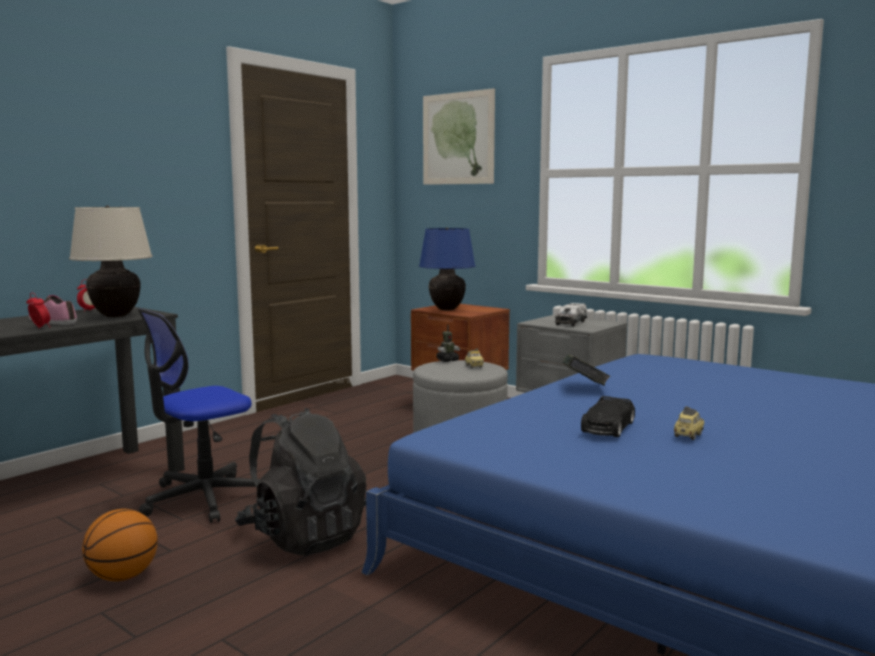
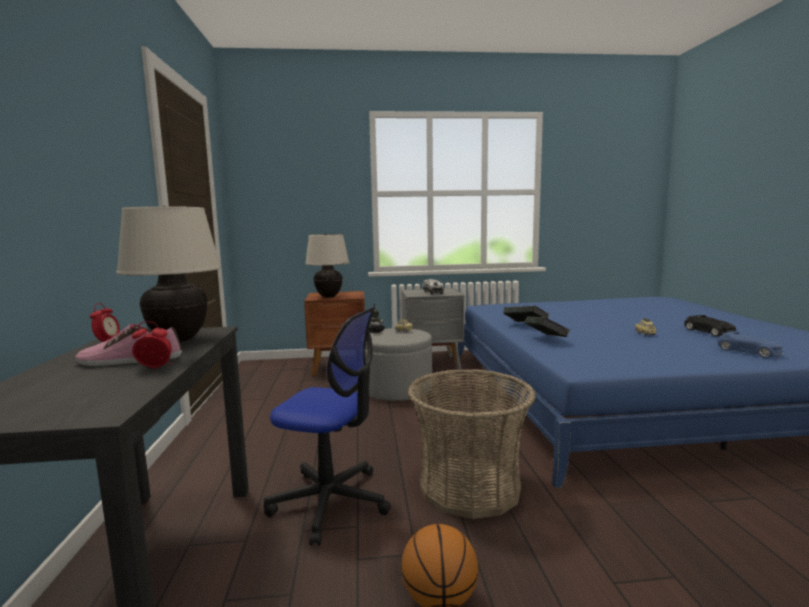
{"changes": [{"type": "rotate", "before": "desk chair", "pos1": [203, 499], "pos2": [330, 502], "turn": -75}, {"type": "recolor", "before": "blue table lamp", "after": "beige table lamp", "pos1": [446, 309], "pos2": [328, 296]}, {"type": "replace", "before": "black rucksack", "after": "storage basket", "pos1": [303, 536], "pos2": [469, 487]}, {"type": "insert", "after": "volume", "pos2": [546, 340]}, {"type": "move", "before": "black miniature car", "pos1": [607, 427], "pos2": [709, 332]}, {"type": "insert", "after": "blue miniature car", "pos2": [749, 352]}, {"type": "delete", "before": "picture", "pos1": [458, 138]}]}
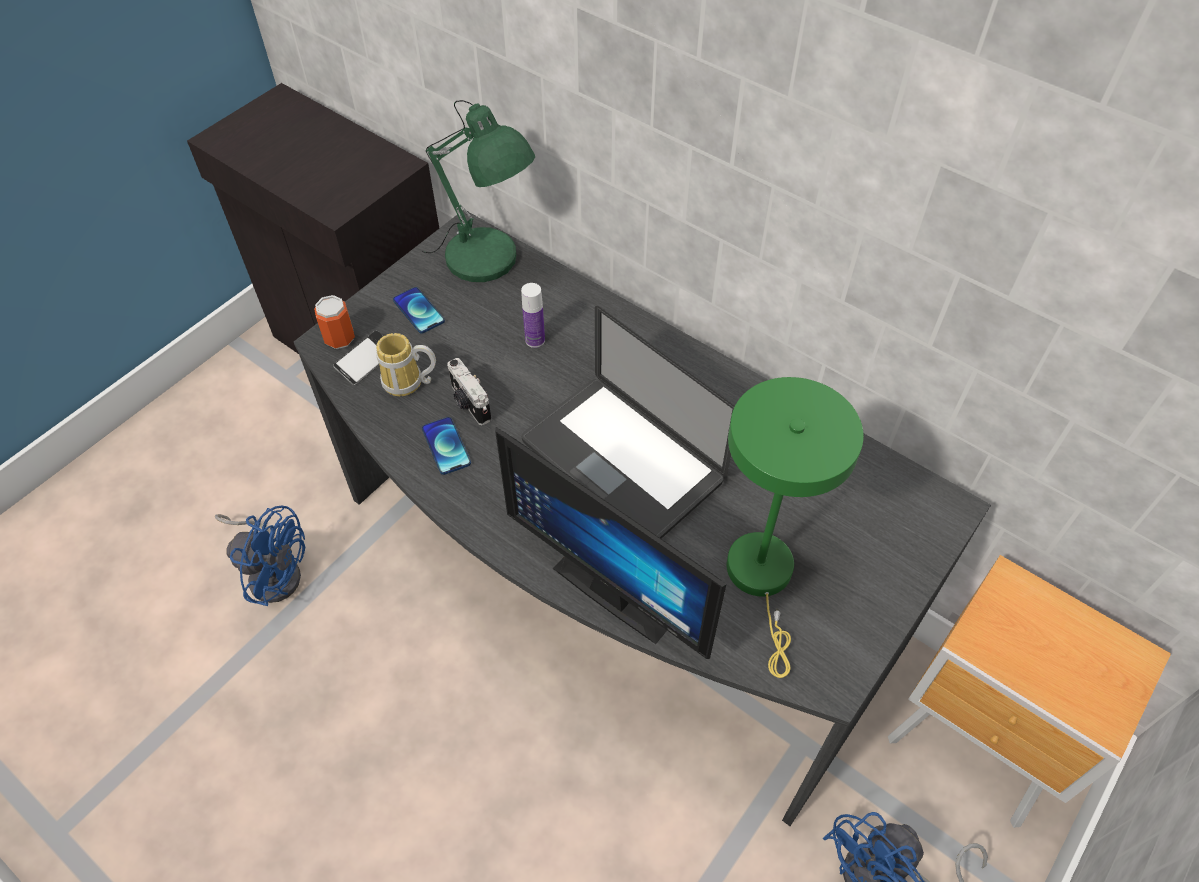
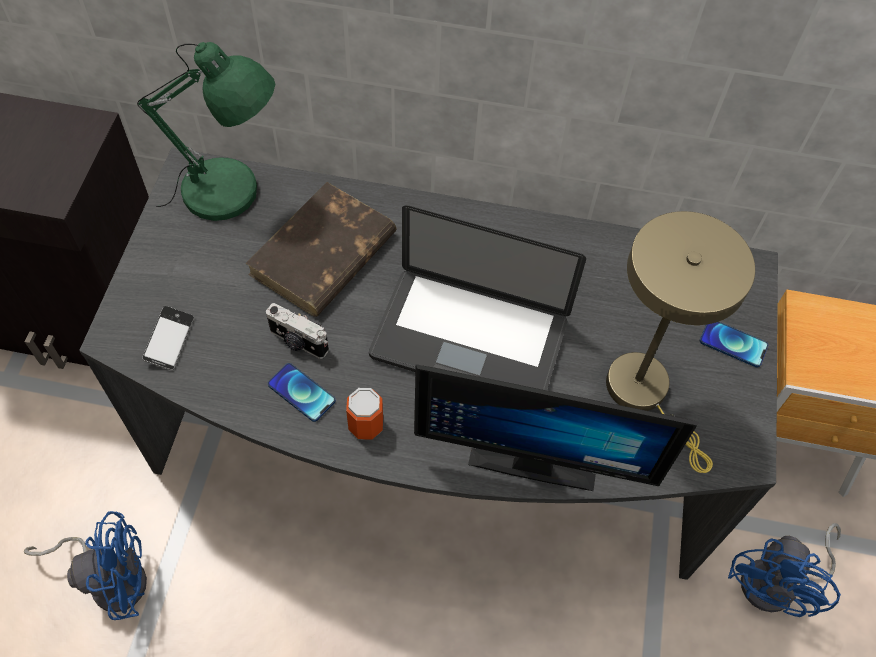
{"changes": [{"type": "replace", "before": "bottle", "after": "brown volume", "pos1": [535, 340], "pos2": [322, 255]}, {"type": "move", "before": "sealed can", "pos1": [339, 338], "pos2": [366, 425]}, {"type": "recolor", "before": "greenish table lamp", "after": "beige table lamp", "pos1": [762, 579], "pos2": [644, 393]}, {"type": "move", "before": "phone", "pos1": [418, 311], "pos2": [733, 343]}, {"type": "delete", "before": "tea mug", "pos1": [408, 384]}]}
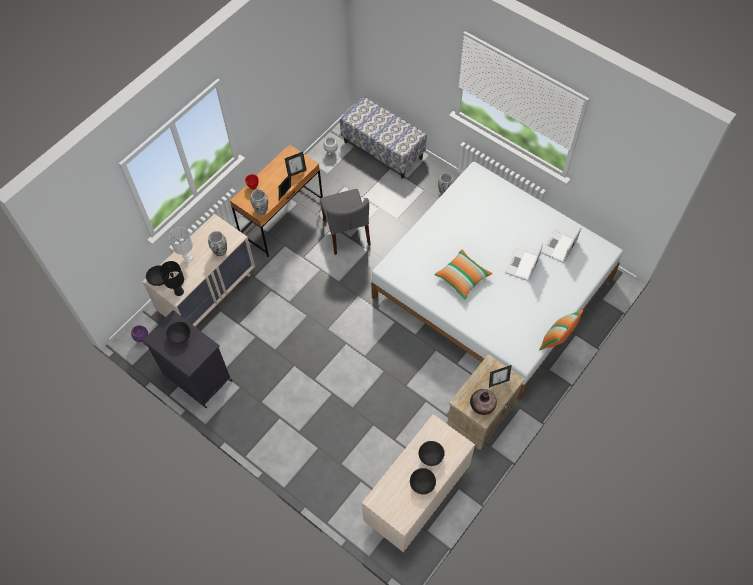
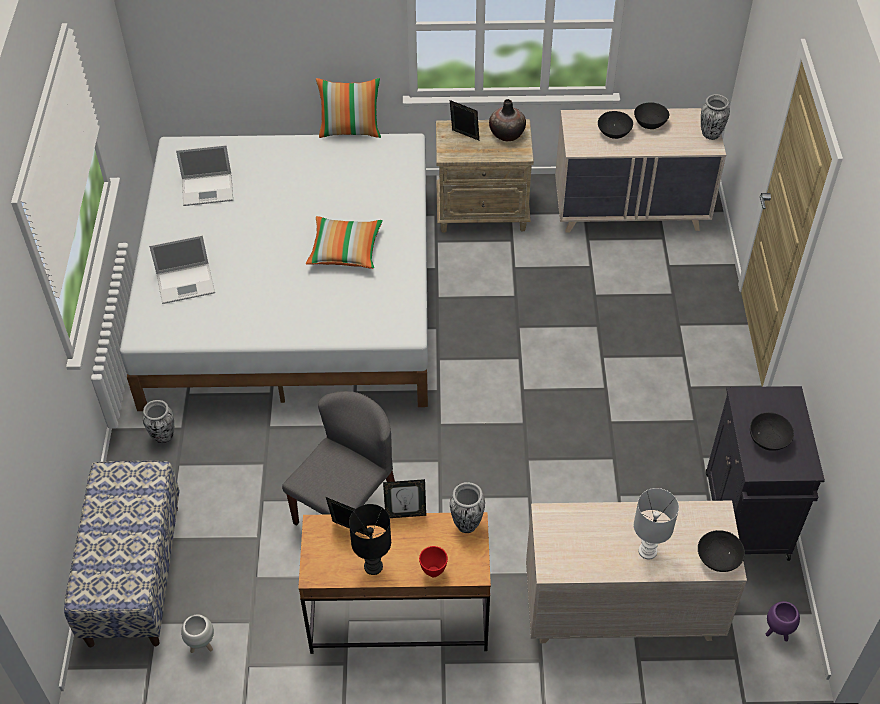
{"changes": [{"type": "move", "before": "portable computer", "pos1": [522, 265], "pos2": [187, 283]}, {"type": "move", "before": "black table lamp", "pos1": [179, 291], "pos2": [372, 567]}, {"type": "move", "before": "flower vase", "pos1": [220, 252], "pos2": [710, 134]}]}
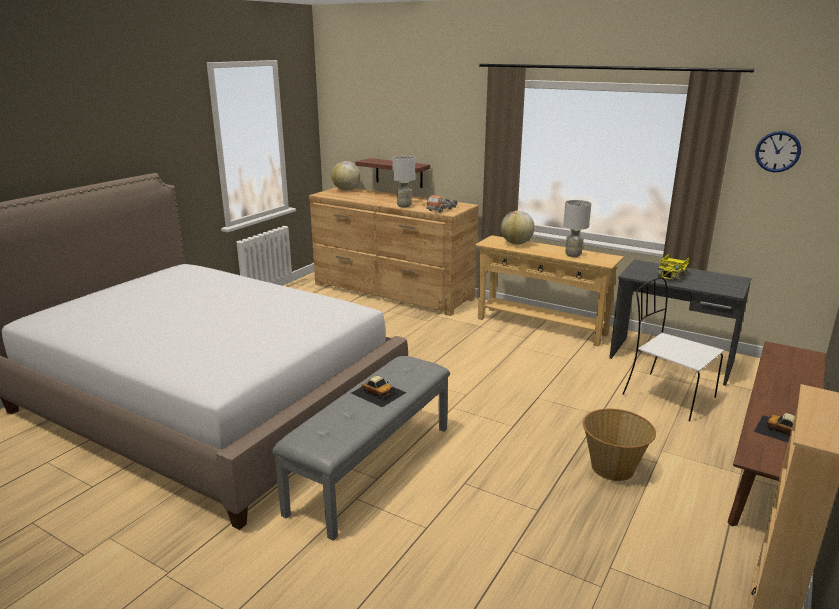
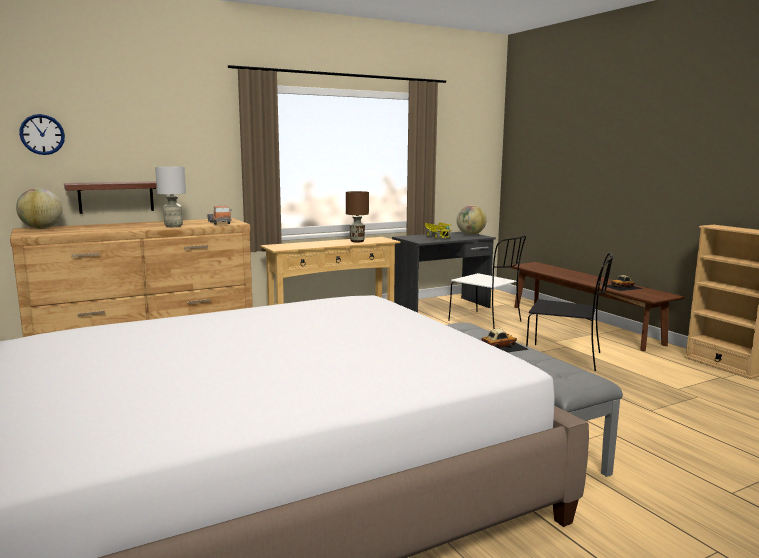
{"changes": [{"type": "move", "before": "wall clock", "pos1": [777, 151], "pos2": [42, 134]}, {"type": "recolor", "before": "grey table lamp", "after": "brown table lamp", "pos1": [573, 255], "pos2": [357, 241]}, {"type": "rotate", "before": "whitish plain chair", "pos1": [666, 395], "pos2": [486, 321], "turn": -120}, {"type": "move", "before": "world globe", "pos1": [516, 243], "pos2": [470, 234]}, {"type": "replace", "before": "storage basket", "after": "black plain chair", "pos1": [613, 468], "pos2": [565, 358]}]}
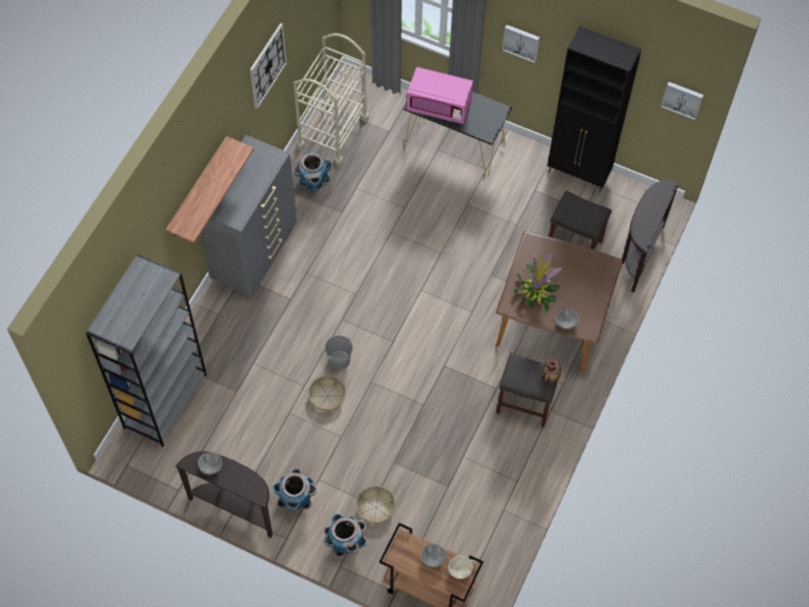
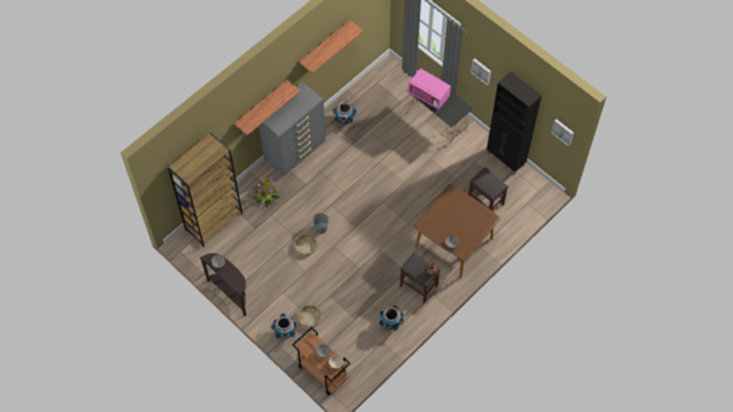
{"changes": [{"type": "recolor", "before": "grey shelving unit", "after": "brown shelving unit", "pos1": [165, 400], "pos2": [214, 221]}, {"type": "move", "before": "plant in a pot", "pos1": [536, 291], "pos2": [266, 196]}, {"type": "replace", "before": "wall clock", "after": "wall shelf", "pos1": [267, 65], "pos2": [324, 45]}, {"type": "move", "before": "flower pot", "pos1": [296, 500], "pos2": [391, 324]}, {"type": "delete", "before": "beige wheeled cart", "pos1": [332, 132]}, {"type": "delete", "before": "brown console table", "pos1": [638, 254]}]}
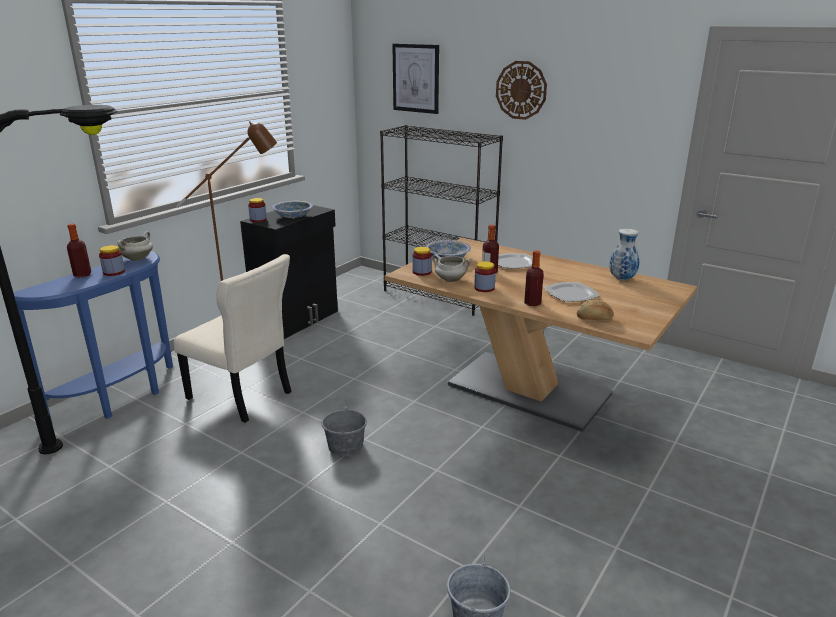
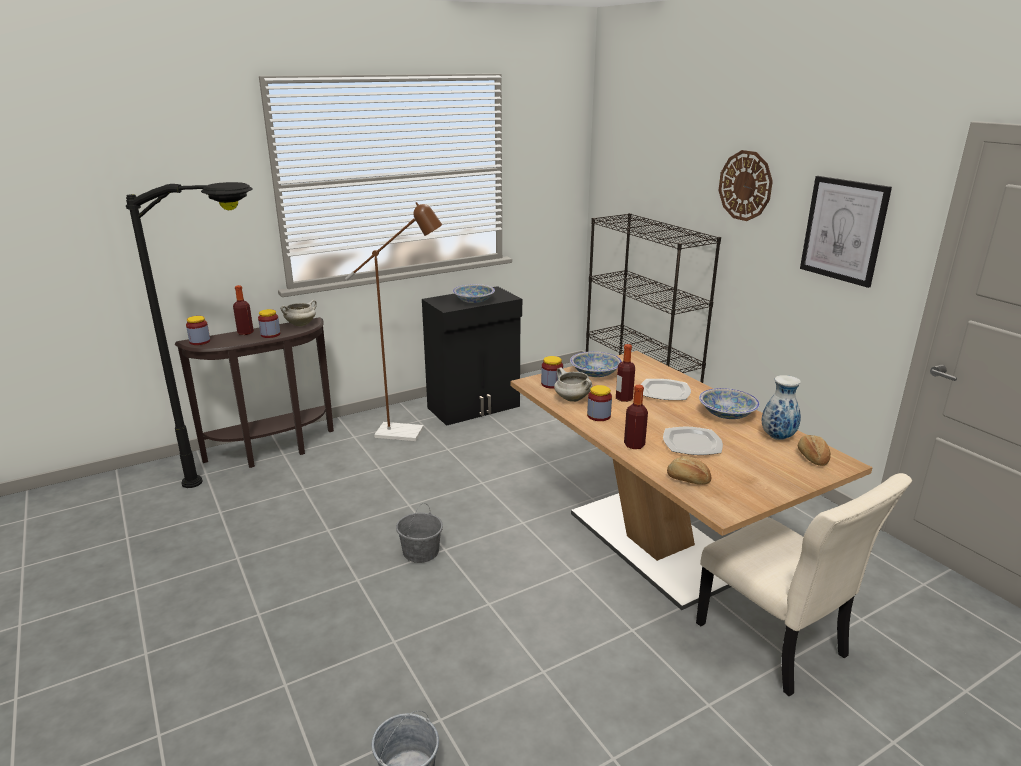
{"changes": [{"type": "recolor", "before": "blue console table", "after": "brown console table", "pos1": [123, 398], "pos2": [274, 452]}, {"type": "move", "before": "jar", "pos1": [258, 220], "pos2": [200, 341]}, {"type": "move", "before": "beige plain chair", "pos1": [242, 397], "pos2": [775, 643]}, {"type": "insert", "after": "bowl", "pos2": [727, 414]}, {"type": "insert", "after": "bread", "pos2": [812, 458]}, {"type": "move", "before": "picture", "pos1": [416, 78], "pos2": [843, 230]}]}
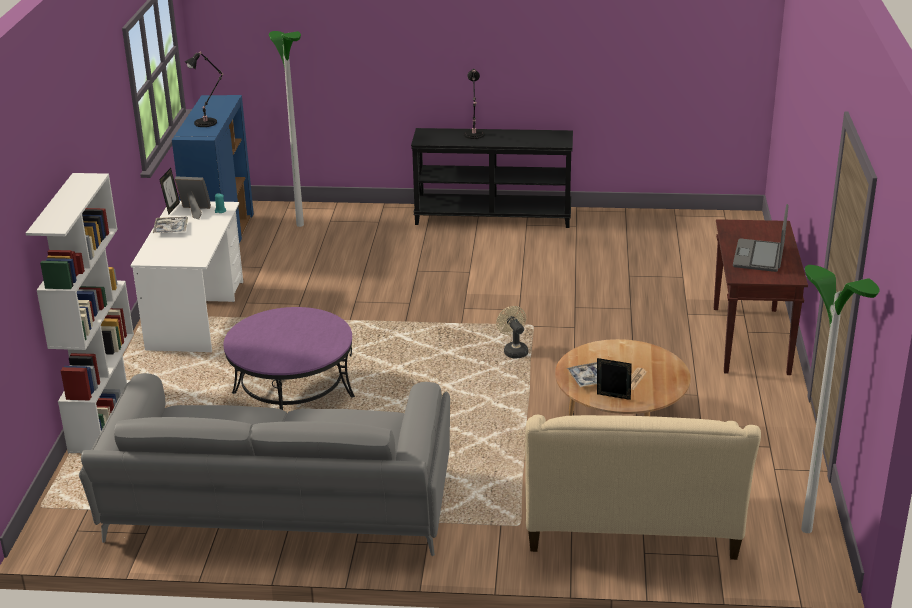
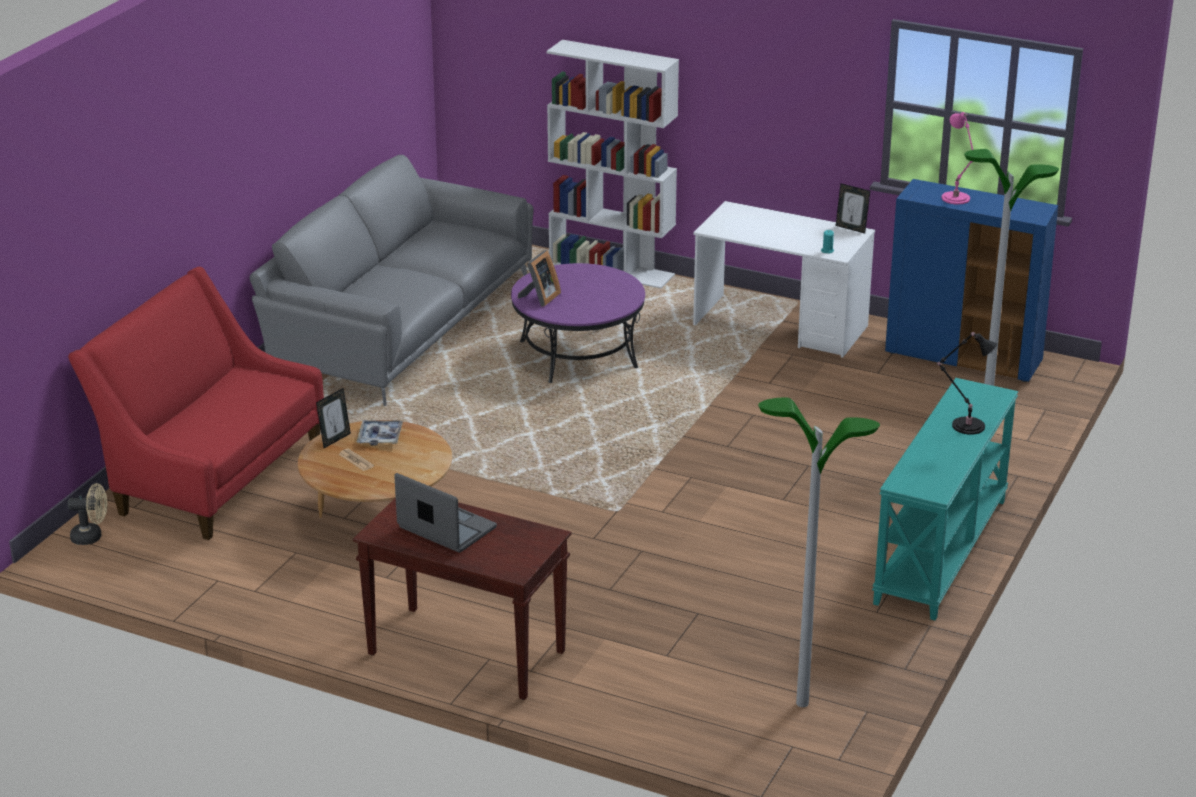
{"changes": [{"type": "recolor", "before": "beige couch", "after": "reddish couch", "pos1": [632, 530], "pos2": [211, 475]}, {"type": "move", "before": "beige electric fan", "pos1": [514, 350], "pos2": [92, 537]}, {"type": "move", "before": "photo frame", "pos1": [195, 211], "pos2": [540, 298]}, {"type": "move", "before": "standard lamp", "pos1": [807, 529], "pos2": [802, 703]}, {"type": "recolor", "before": "black console table", "after": "turquoise-coloured console table", "pos1": [493, 216], "pos2": [942, 552]}, {"type": "recolor", "before": "black table lamp", "after": "pinkish table lamp", "pos1": [207, 122], "pos2": [956, 199]}, {"type": "delete", "before": "tray", "pos1": [171, 229]}]}
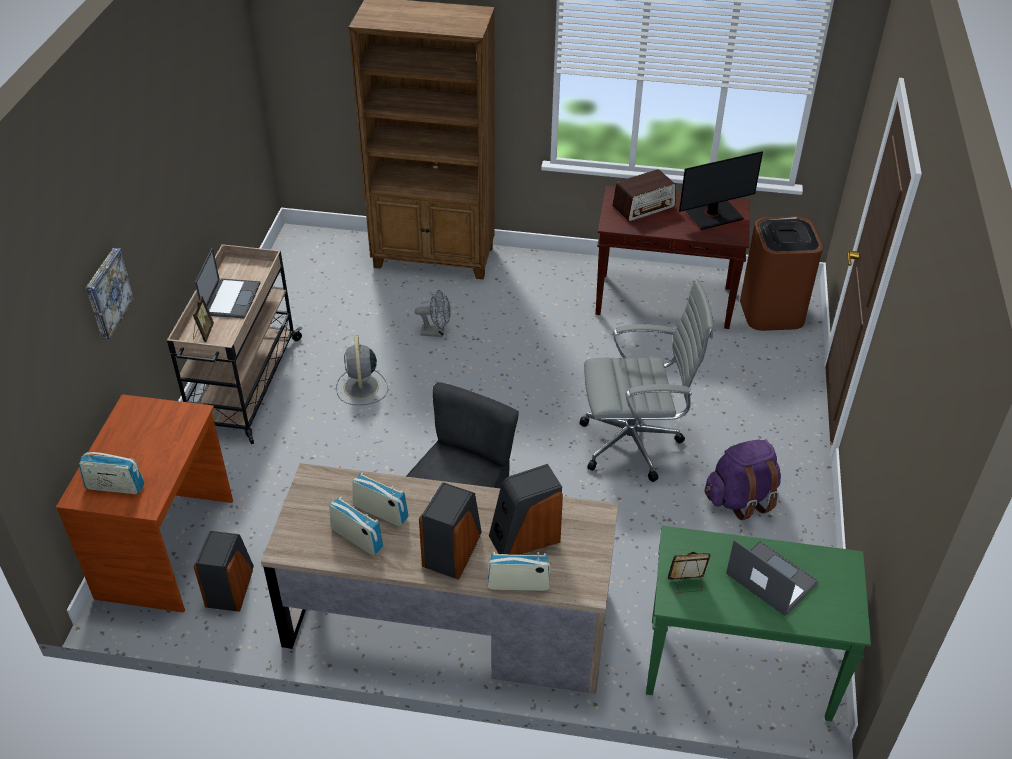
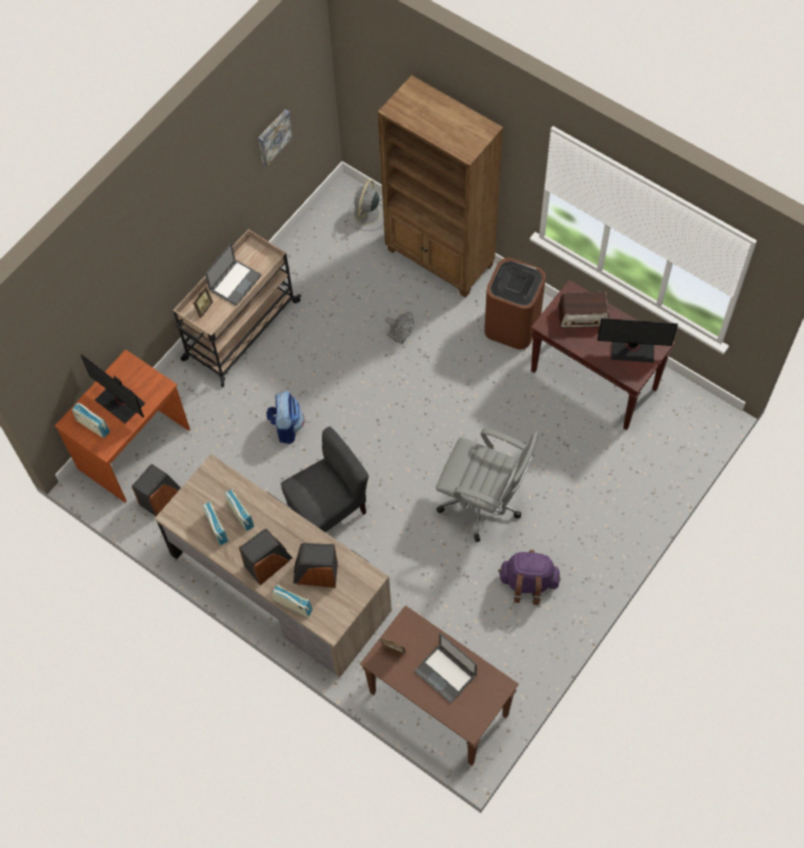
{"changes": [{"type": "insert", "after": "computer display", "pos2": [121, 402]}, {"type": "move", "before": "picture", "pos1": [107, 292], "pos2": [273, 136]}, {"type": "insert", "after": "rucksack", "pos2": [286, 426]}, {"type": "move", "before": "grey electric fan", "pos1": [361, 388], "pos2": [366, 215]}, {"type": "recolor", "before": "greenish console table", "after": "brown console table", "pos1": [736, 669], "pos2": [437, 704]}, {"type": "rotate", "before": "portable computer", "pos1": [770, 578], "pos2": [446, 673], "turn": 150}, {"type": "move", "before": "brown waste bin", "pos1": [771, 312], "pos2": [512, 325]}]}
